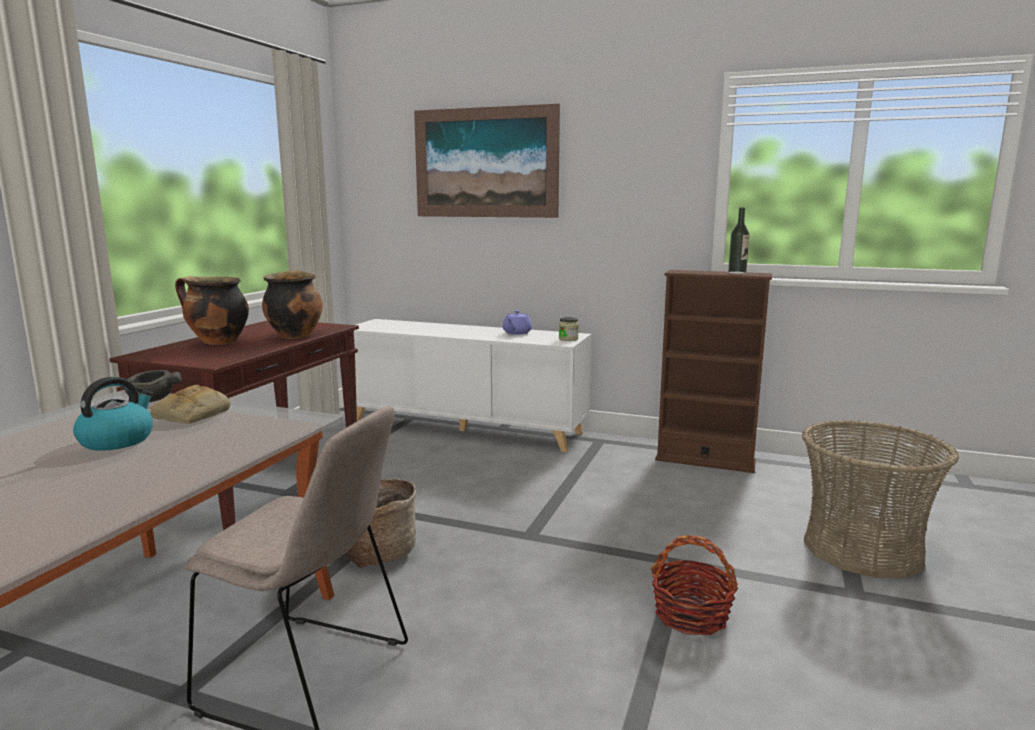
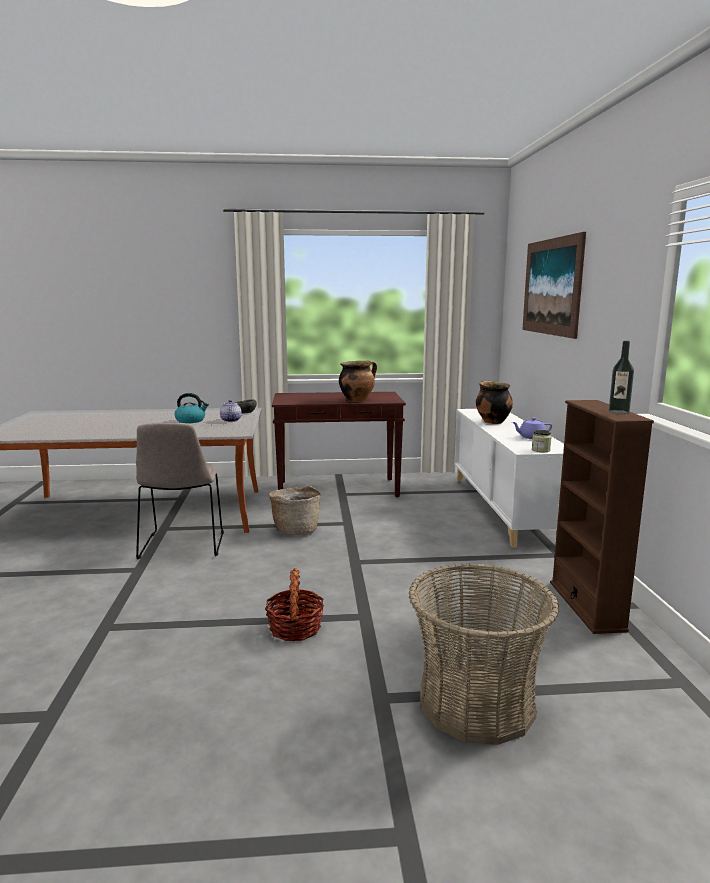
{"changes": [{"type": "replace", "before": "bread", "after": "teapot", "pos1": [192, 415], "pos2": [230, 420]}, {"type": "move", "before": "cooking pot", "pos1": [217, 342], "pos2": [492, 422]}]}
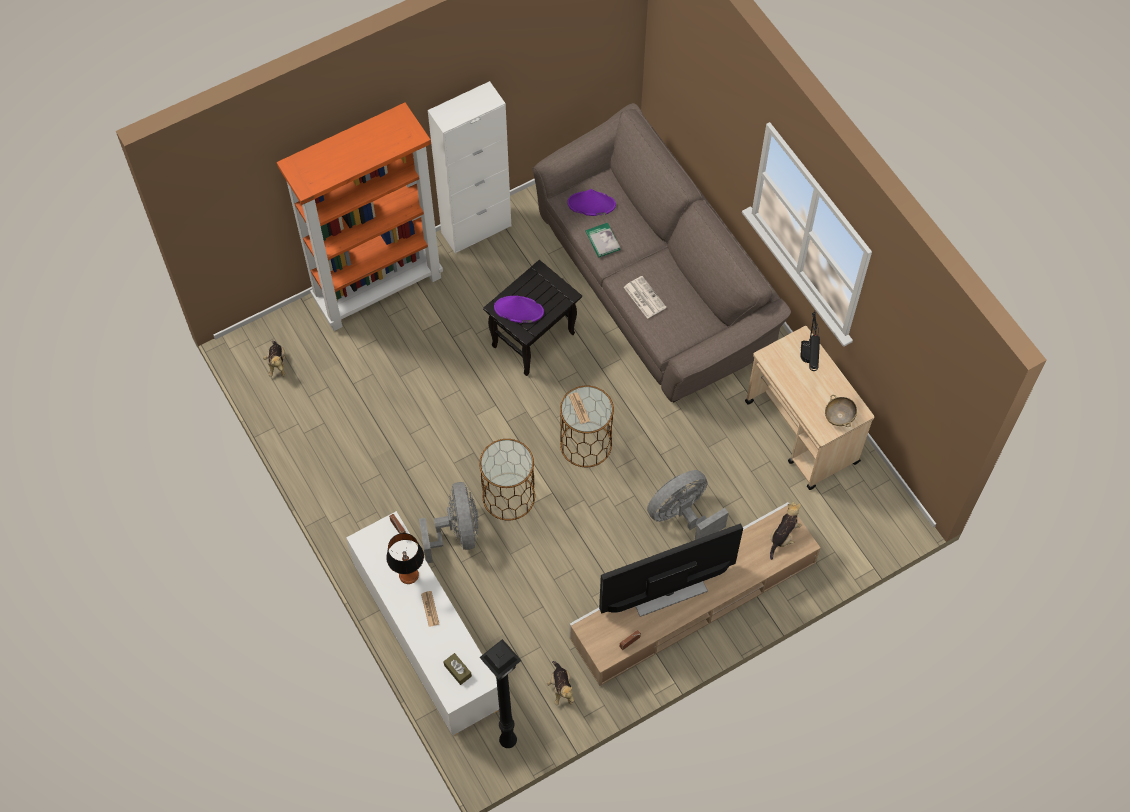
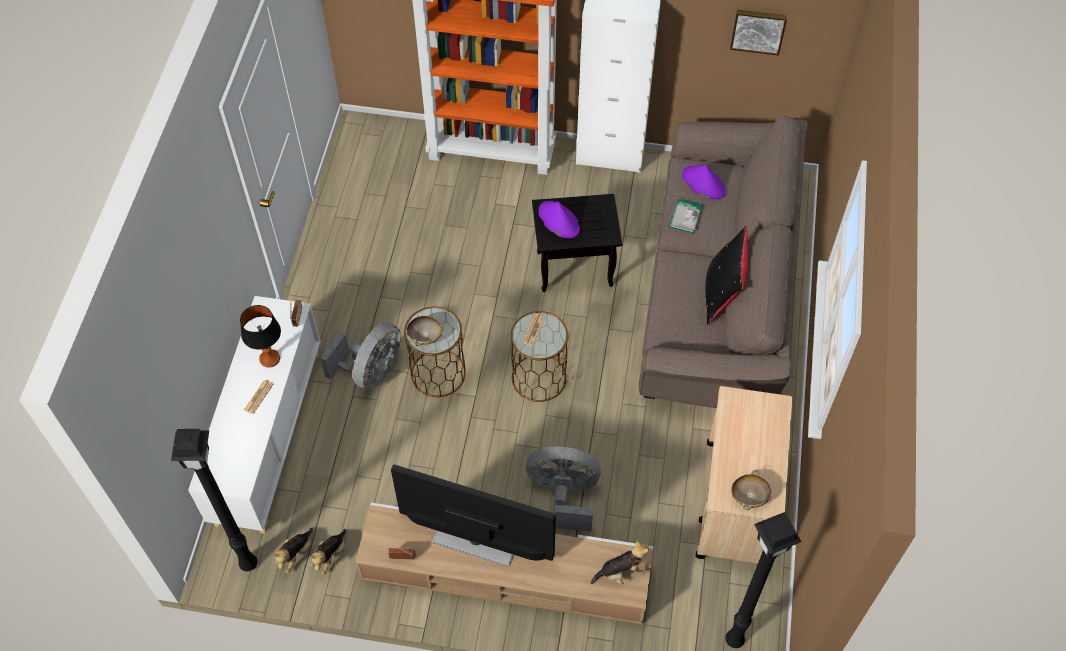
{"changes": [{"type": "move", "before": "soft toy", "pos1": [277, 363], "pos2": [295, 554]}, {"type": "insert", "after": "beige bowl", "pos2": [425, 336]}, {"type": "insert", "after": "black cushion", "pos2": [722, 294]}, {"type": "insert", "after": "black standard lamp", "pos2": [733, 641]}, {"type": "insert", "after": "picture", "pos2": [758, 30]}, {"type": "delete", "before": "brown tissue holder", "pos1": [457, 670]}, {"type": "delete", "before": "daily paper", "pos1": [644, 297]}, {"type": "delete", "before": "black table lamp", "pos1": [807, 366]}]}
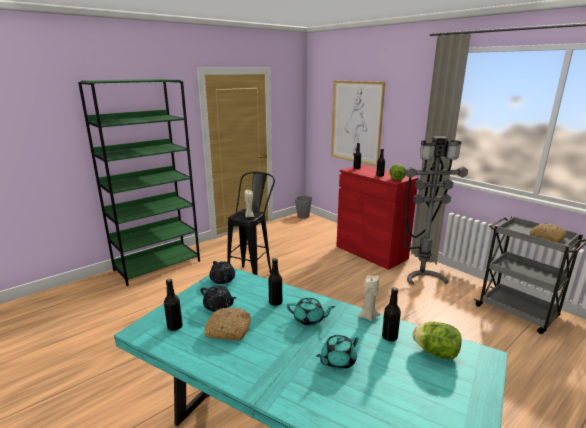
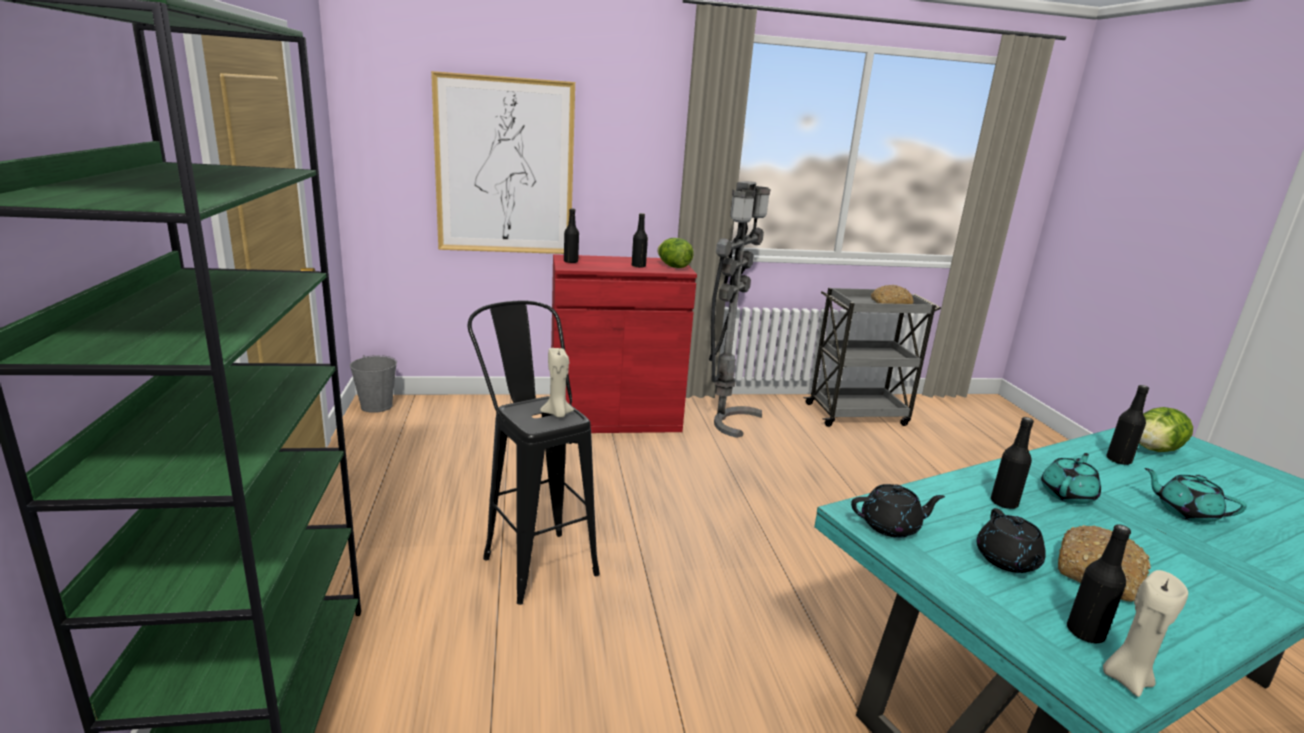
{"changes": [{"type": "rotate", "before": "black teapot", "pos1": [218, 306], "pos2": [1007, 561], "turn": 120}, {"type": "move", "before": "beige wax light", "pos1": [368, 316], "pos2": [1126, 678]}, {"type": "rotate", "before": "turquoise-coloured teapot", "pos1": [337, 361], "pos2": [1185, 512], "turn": 135}]}
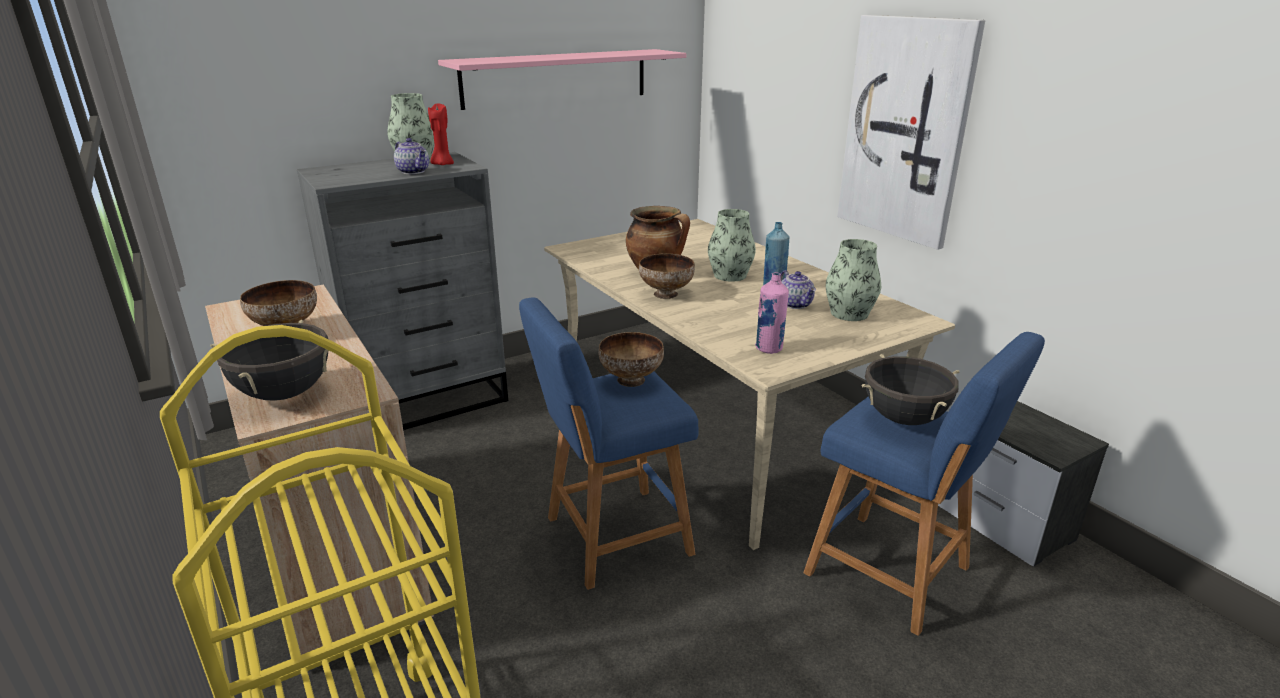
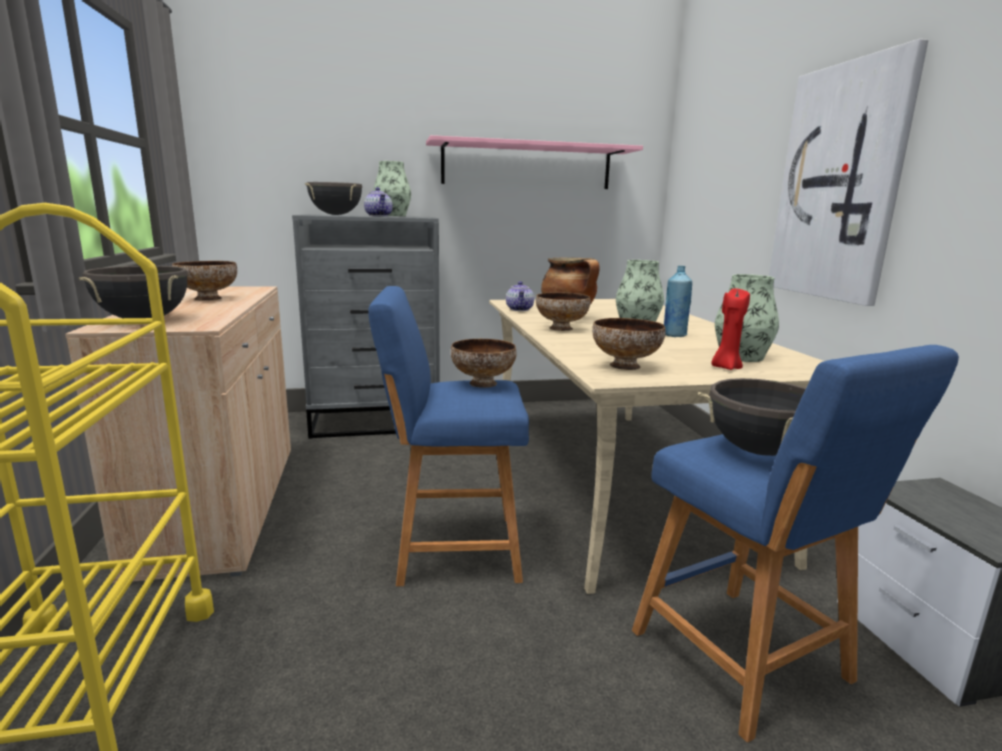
{"changes": [{"type": "insert", "after": "black cooking pot", "pos2": [336, 215]}, {"type": "move", "before": "teapot", "pos1": [796, 304], "pos2": [520, 309]}, {"type": "replace", "before": "pinkish bottle", "after": "bowl", "pos1": [769, 349], "pos2": [625, 366]}, {"type": "move", "before": "reddish wax light", "pos1": [442, 164], "pos2": [725, 367]}]}
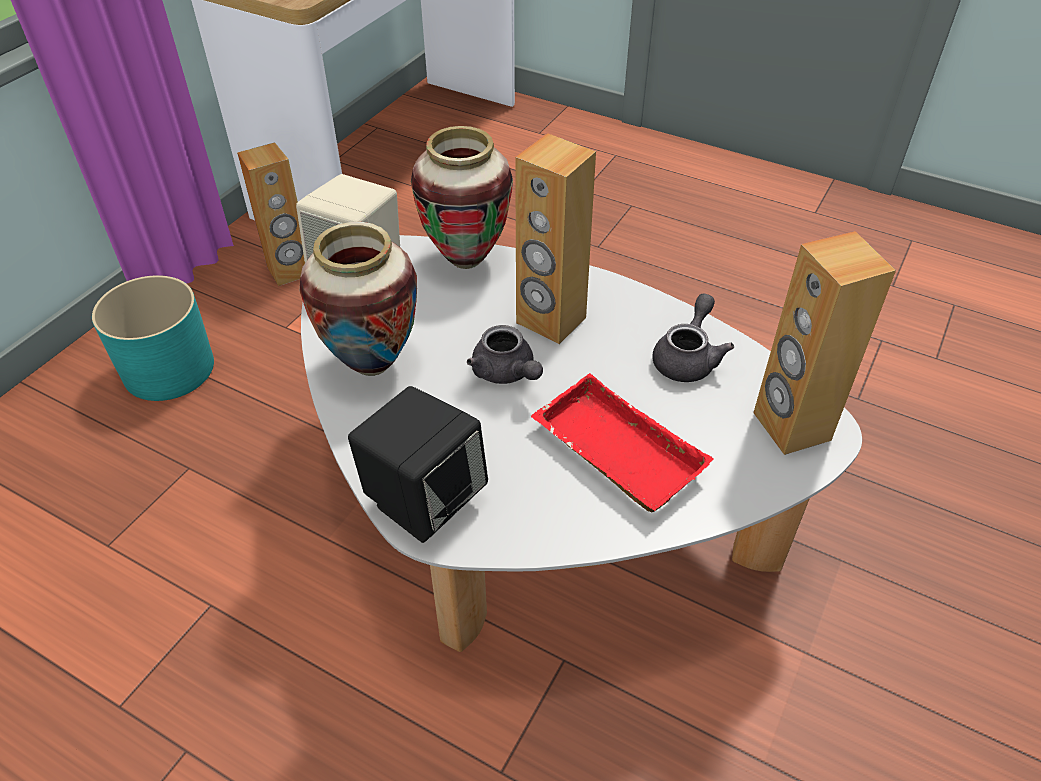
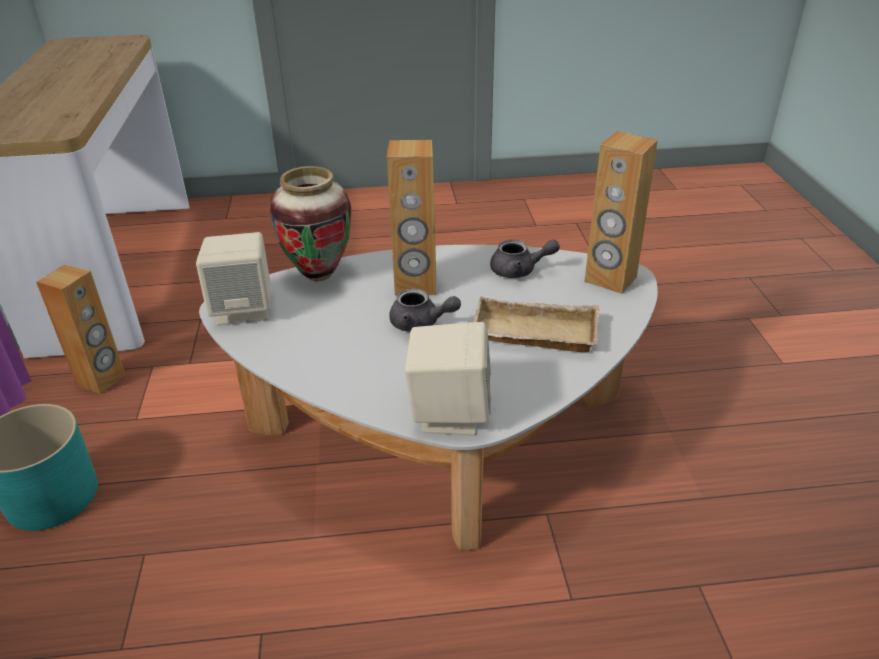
{"changes": [{"type": "recolor", "before": "black speaker", "after": "beige speaker", "pos1": [425, 500], "pos2": [449, 413]}, {"type": "recolor", "before": "reddish tray", "after": "beige tray", "pos1": [612, 453], "pos2": [532, 335]}, {"type": "rotate", "before": "grey teapot", "pos1": [687, 358], "pos2": [519, 271], "turn": 105}, {"type": "delete", "before": "flower vase", "pos1": [372, 364]}]}
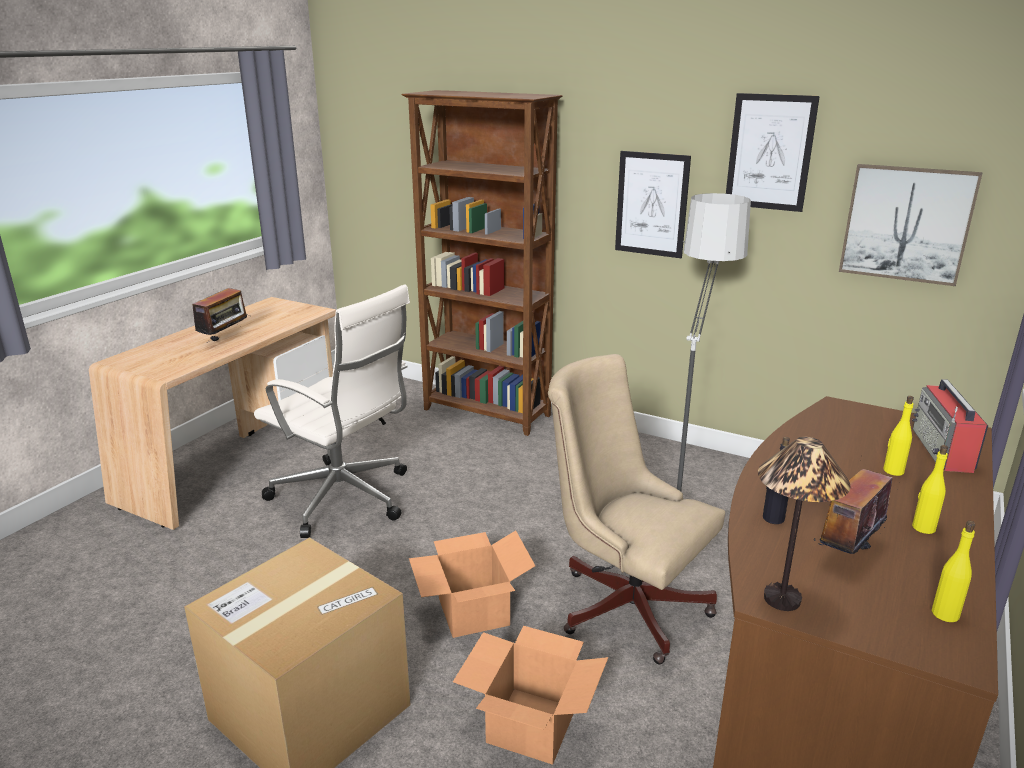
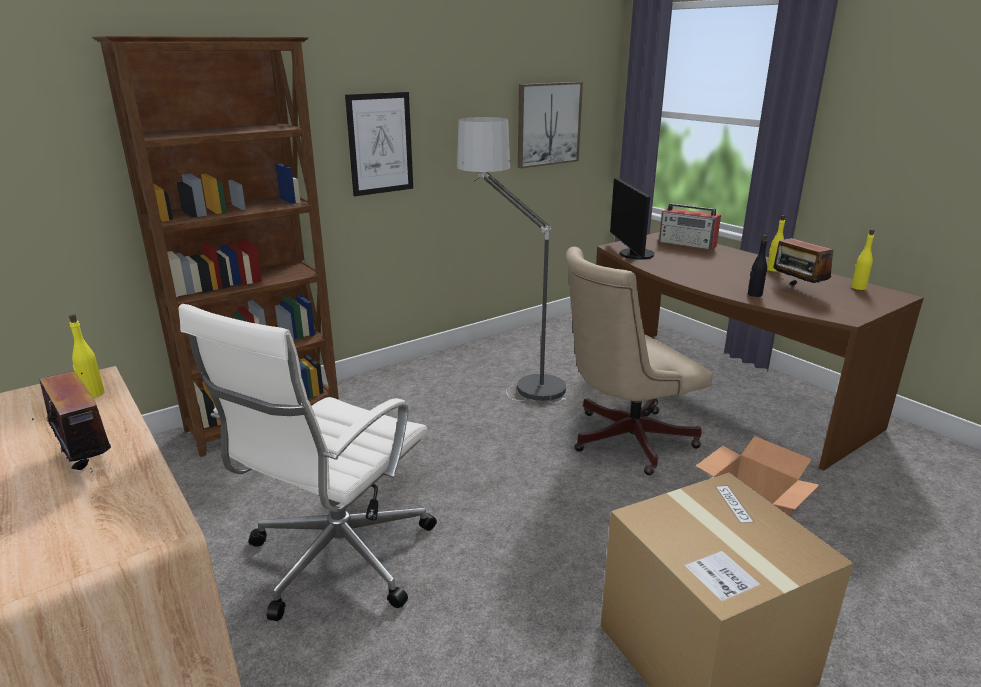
{"changes": [{"type": "move", "before": "yellow bottle", "pos1": [893, 471], "pos2": [93, 394]}, {"type": "rotate", "before": "whitish desk chair", "pos1": [344, 499], "pos2": [336, 559], "turn": 150}, {"type": "insert", "after": "computer display", "pos2": [633, 254]}, {"type": "delete", "before": "cardboard box", "pos1": [474, 612]}, {"type": "delete", "before": "picture", "pos1": [770, 152]}, {"type": "delete", "before": "table lamp", "pos1": [782, 600]}]}
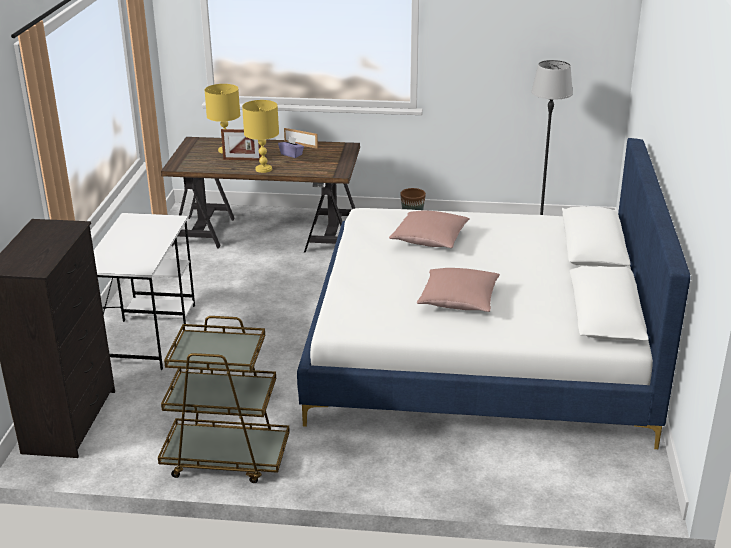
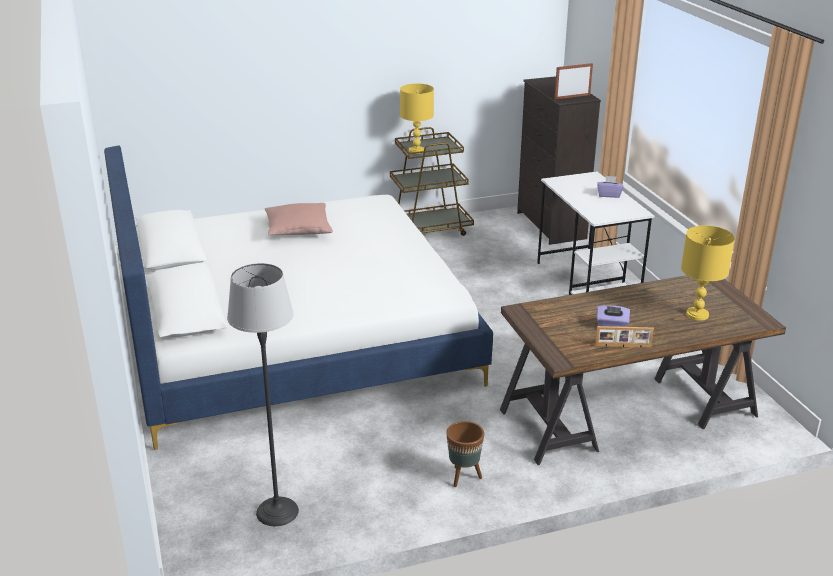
{"changes": [{"type": "move", "before": "yellow table lamp", "pos1": [263, 169], "pos2": [416, 150]}, {"type": "move", "before": "photo frame", "pos1": [242, 159], "pos2": [572, 97]}, {"type": "insert", "after": "purplish tissue holder", "pos2": [609, 195]}, {"type": "delete", "before": "pinkish cushion", "pos1": [429, 239]}]}
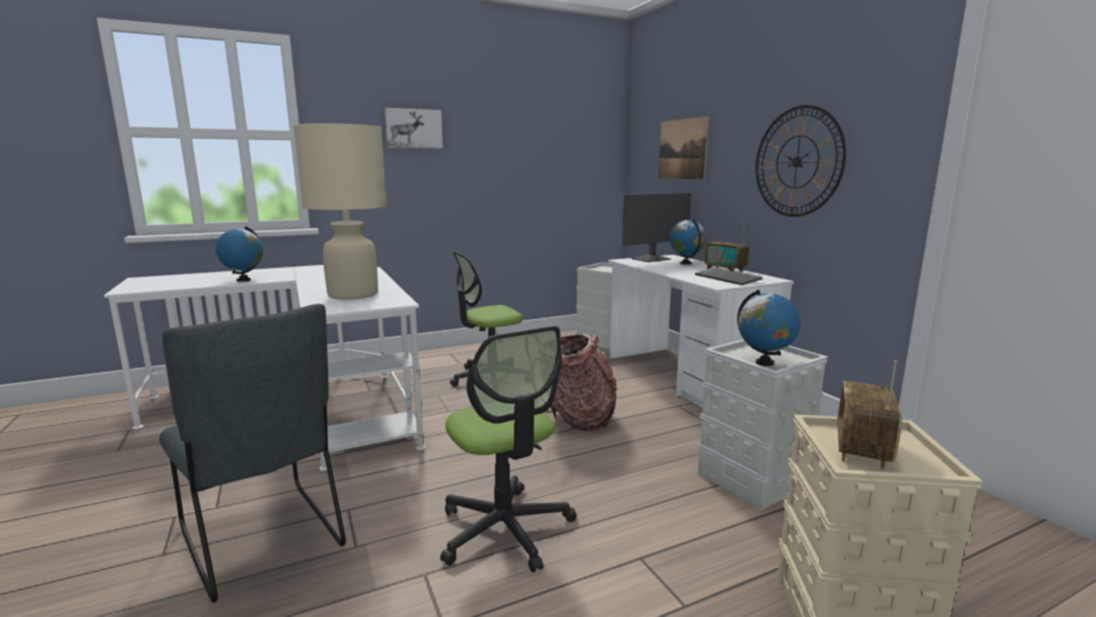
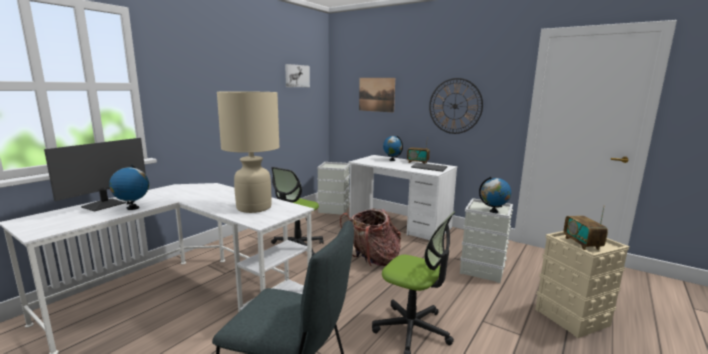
{"changes": [{"type": "move", "before": "computer display", "pos1": [652, 259], "pos2": [104, 205]}, {"type": "move", "before": "picture", "pos1": [413, 128], "pos2": [296, 76]}]}
